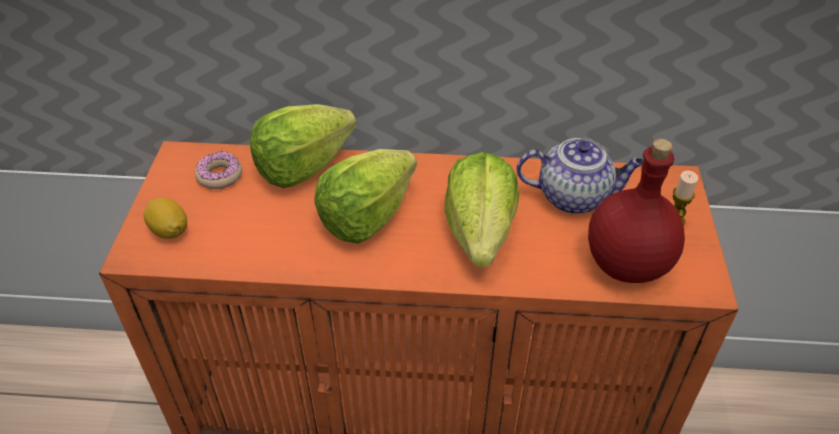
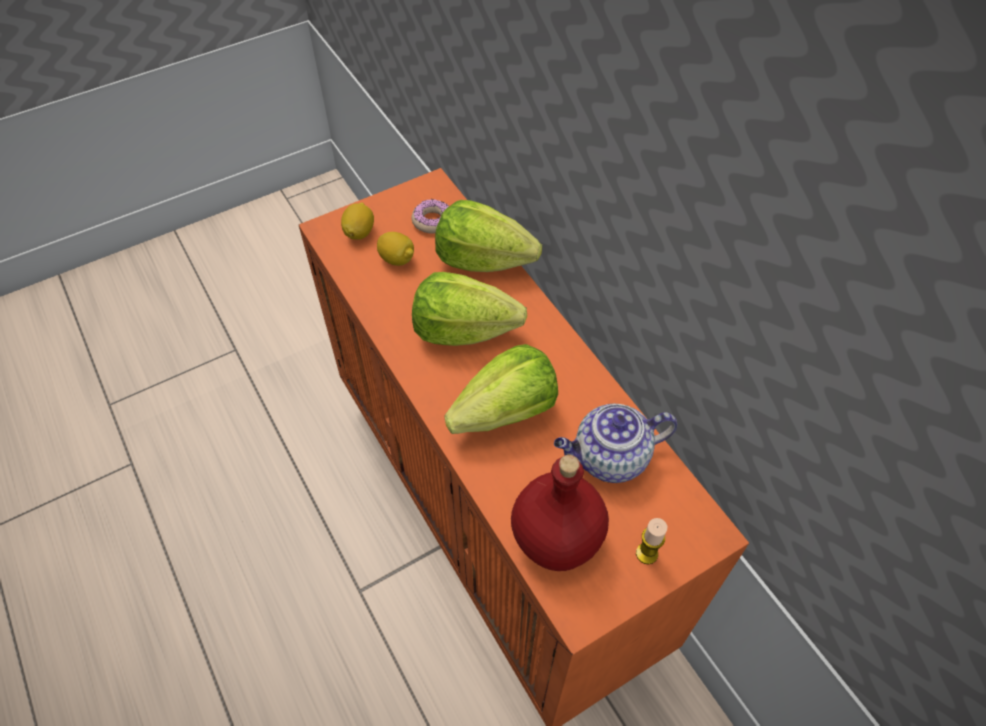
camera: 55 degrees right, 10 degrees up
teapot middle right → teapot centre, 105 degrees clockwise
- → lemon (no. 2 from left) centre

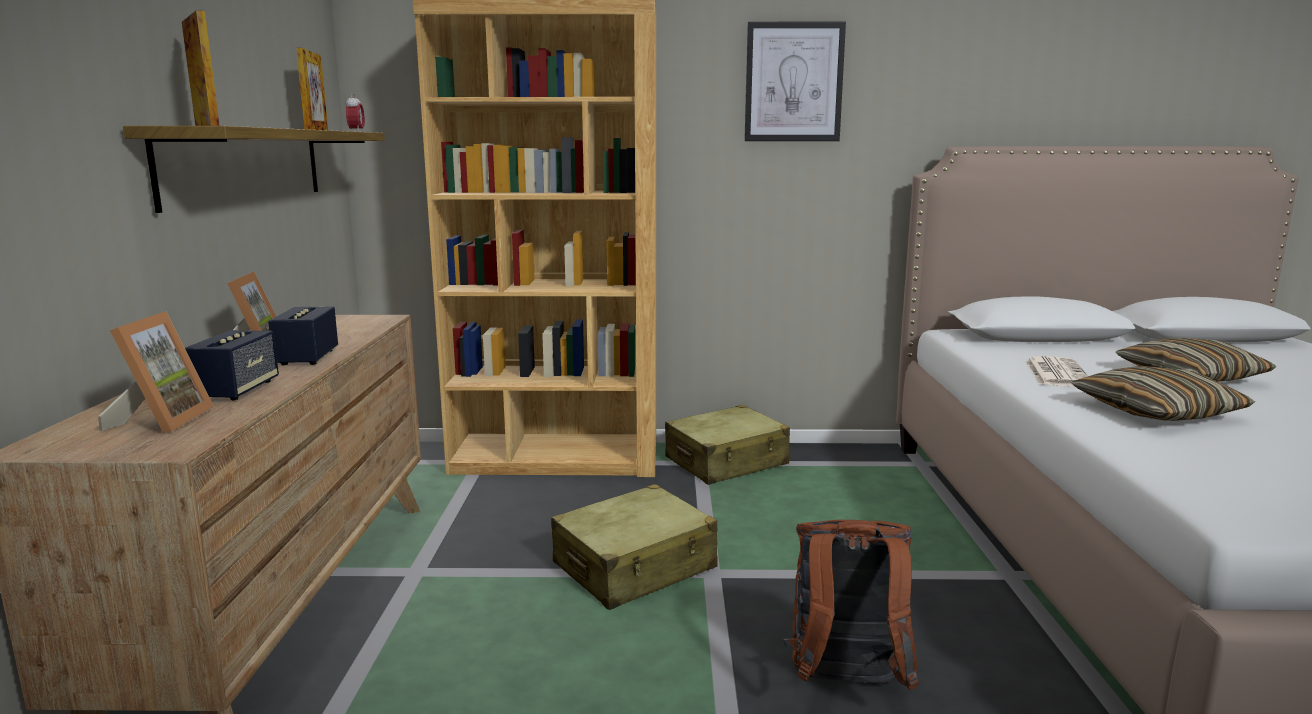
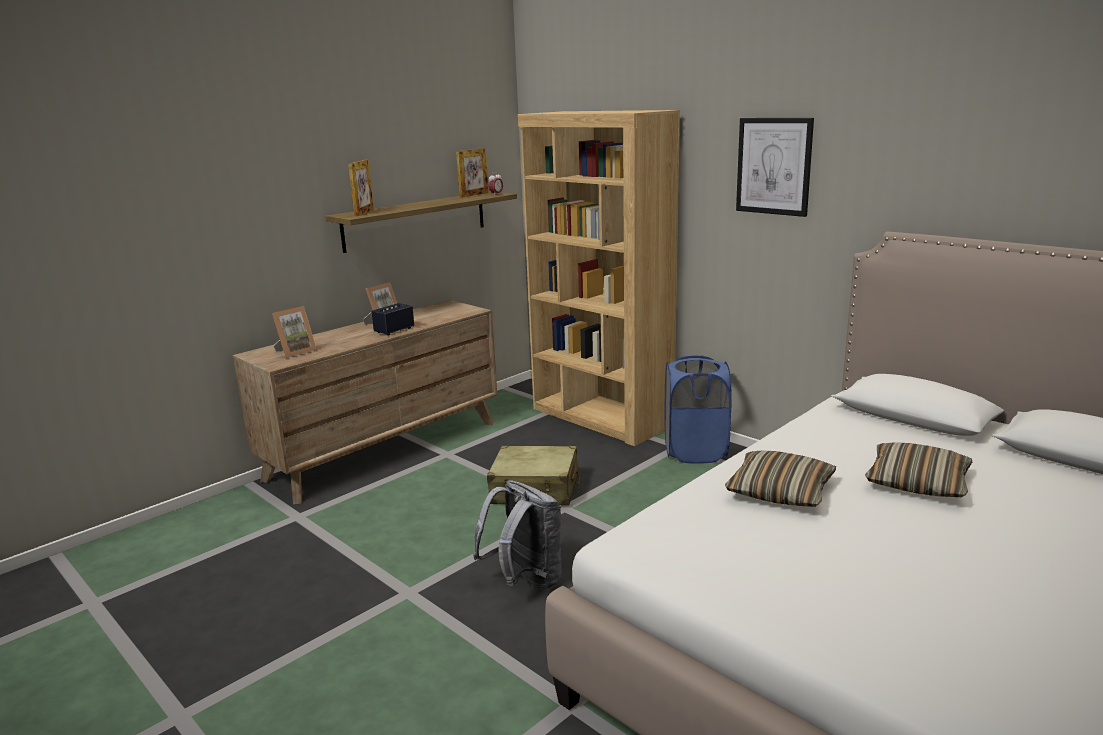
camera: 45 degrees right, 5 degrees up
speaker (no. 1 from left) middle left → -
newspaper middle right → -
suitcase (beige) (no. 2 from left) centre → laundry basket (blue) centre
backpack (brown) bottom centre → backpack (grey) bottom centre

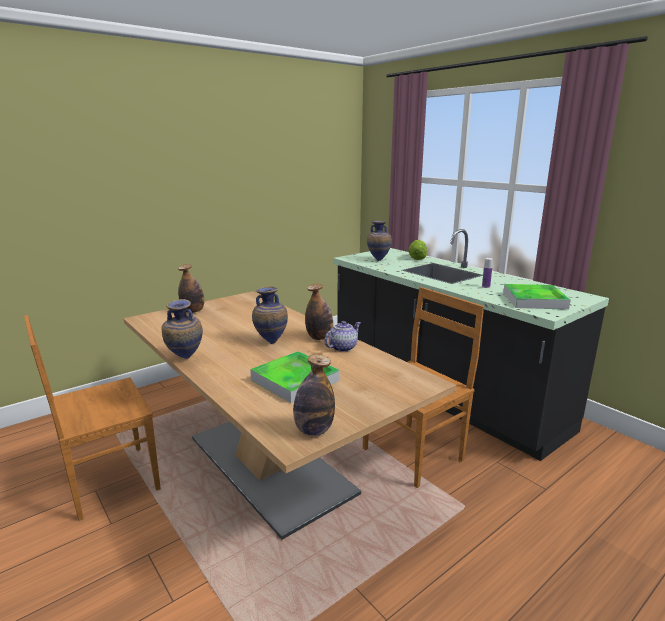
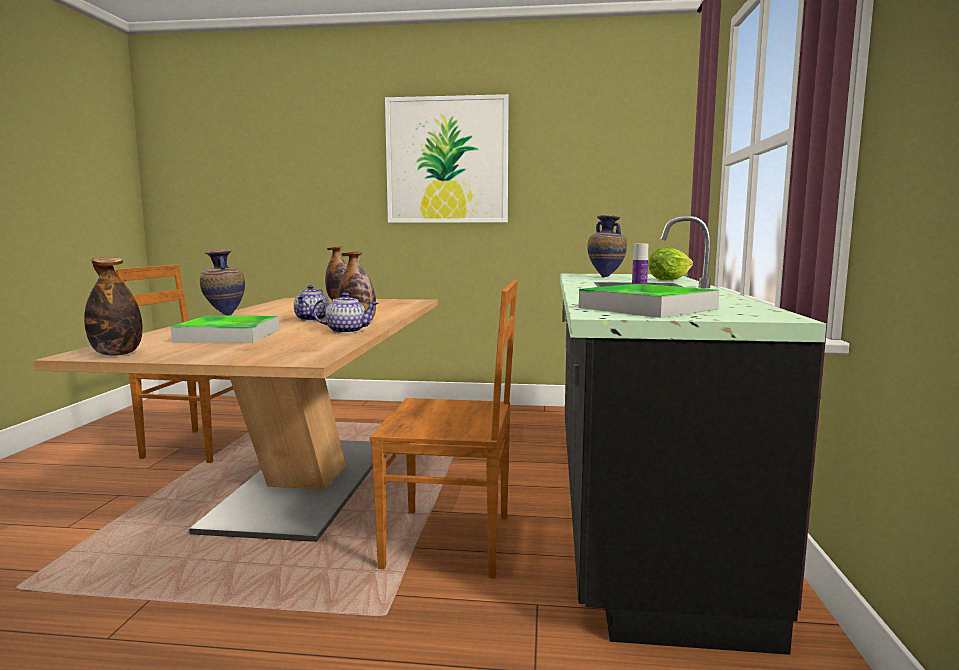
camera: 45 degrees right, 10 degrees down
vase (no. 2 from left) centre → teapot (no. 1 from left) middle left
- → picture top centre

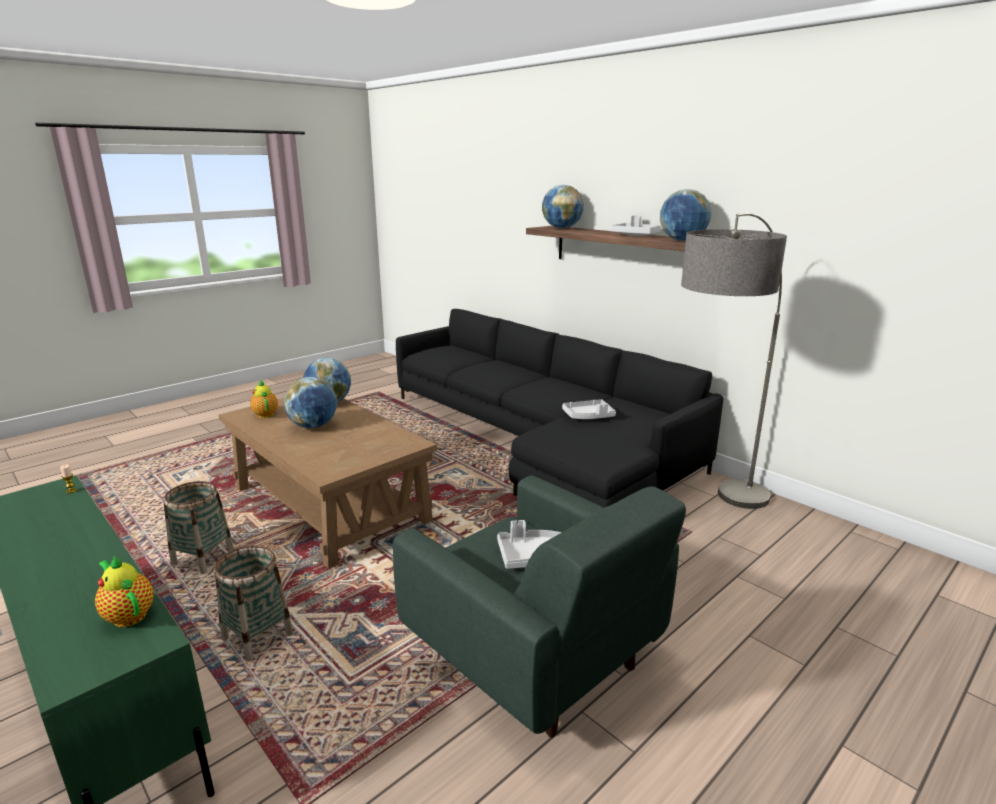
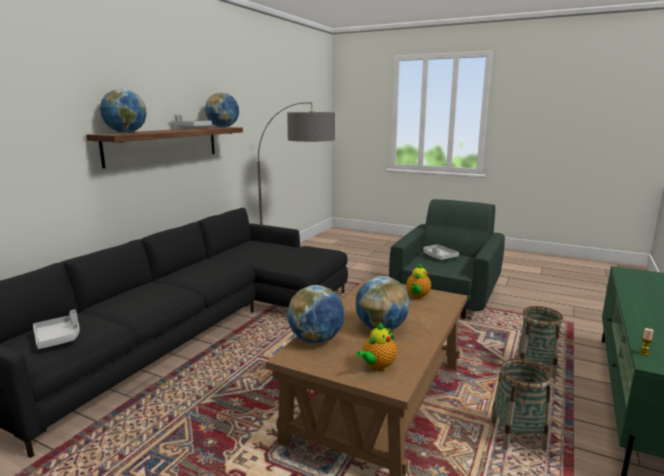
camera: 110 degrees left, 5 degrees down
tray (grey) (no. 2 from left in the first image) centre → tray (grey) (no. 1 from left) bottom left, relocated
teapot (no. 1 from left in the first image) bottom left → teapot (no. 2 from left) centre, relocated

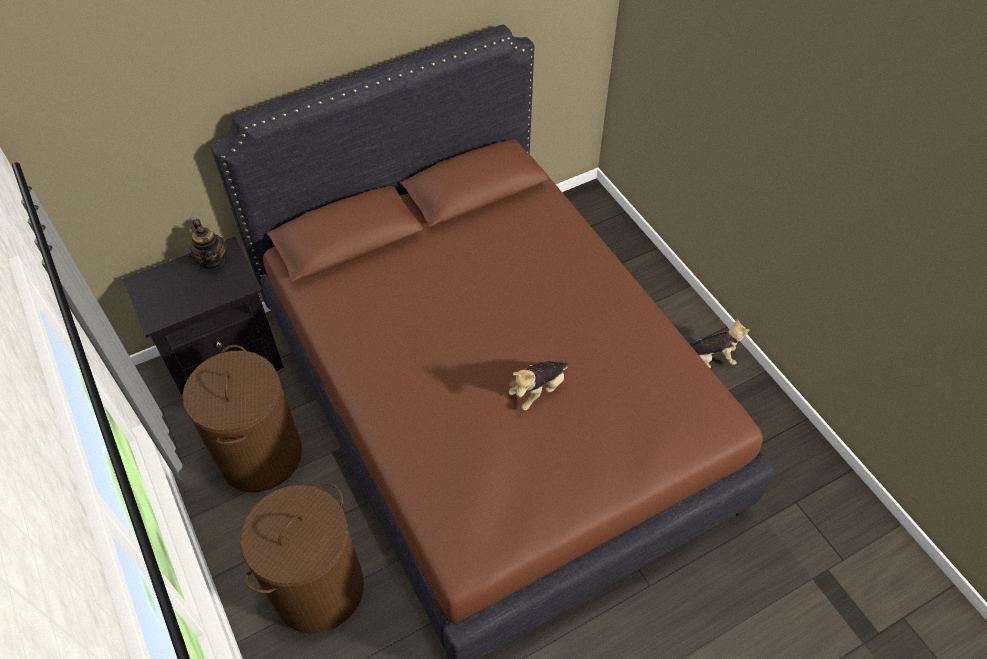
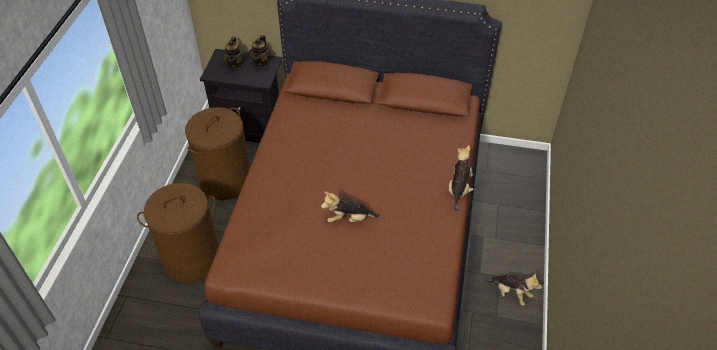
camera: 40 degrees right, 5 degrees down
- → teapot (no. 1 from left) top left
- → plush toy (no. 2 from left) centre

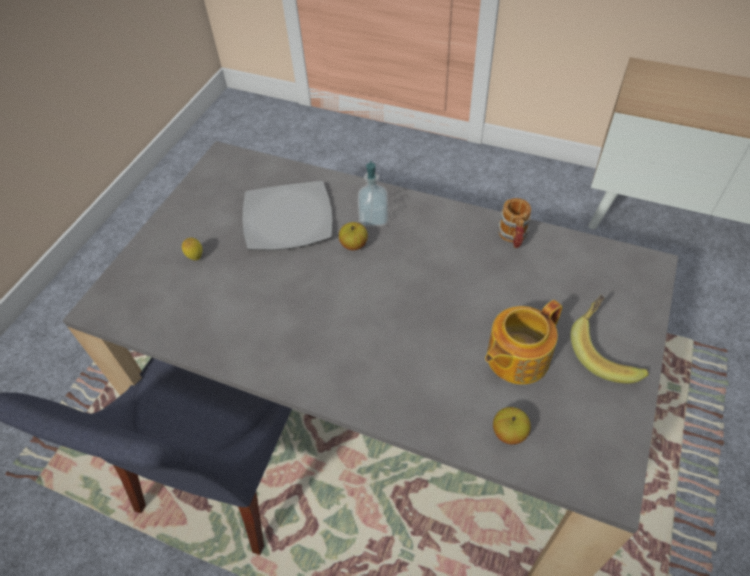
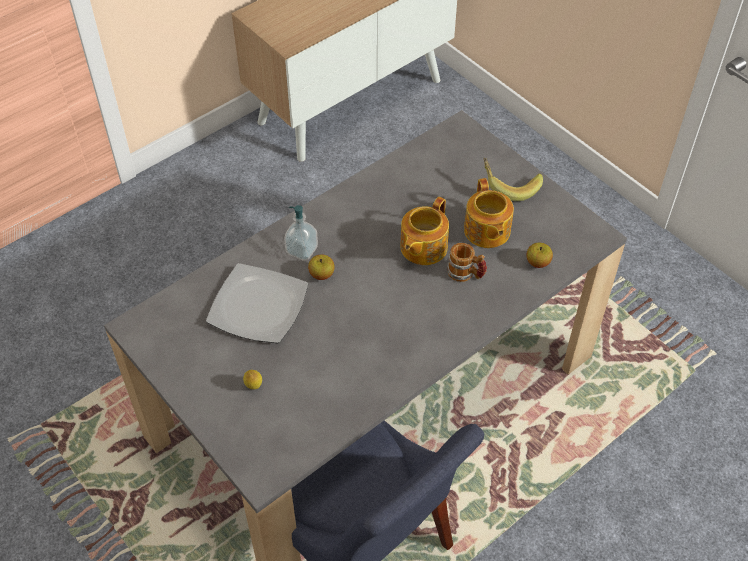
camera: 65 degrees left, 0 degrees up
mug middle right → mug centre, relocated
- → teapot (no. 1 from left) centre

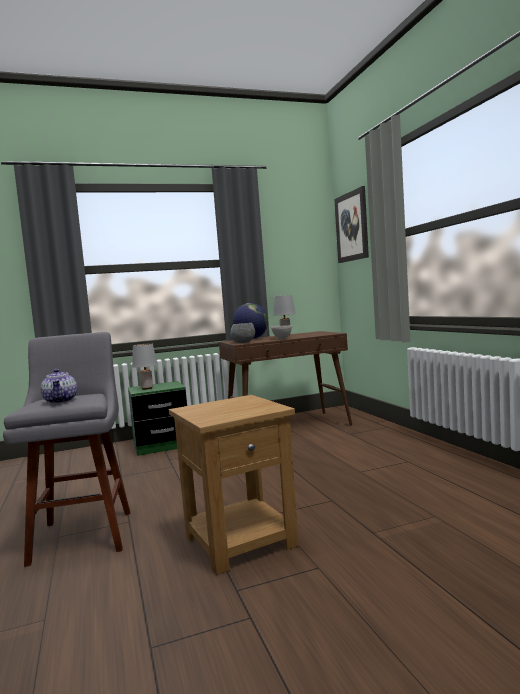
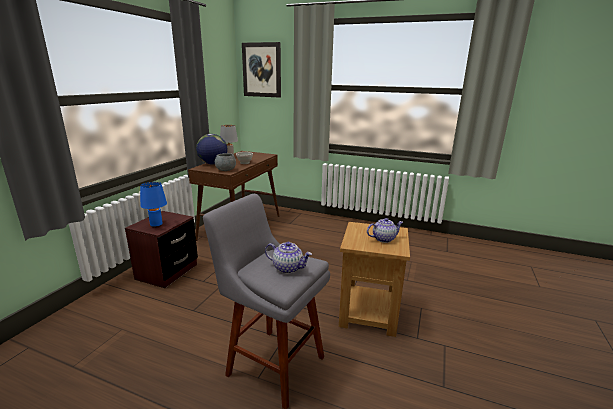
camera: 50 degrees left, 15 degrees up
table lamp (grey) (no. 1 from left) middle left → table lamp (blue) middle left
nightstand (green) middle left → nightstand (brown) middle left
- → teapot (no. 2 from left) centre

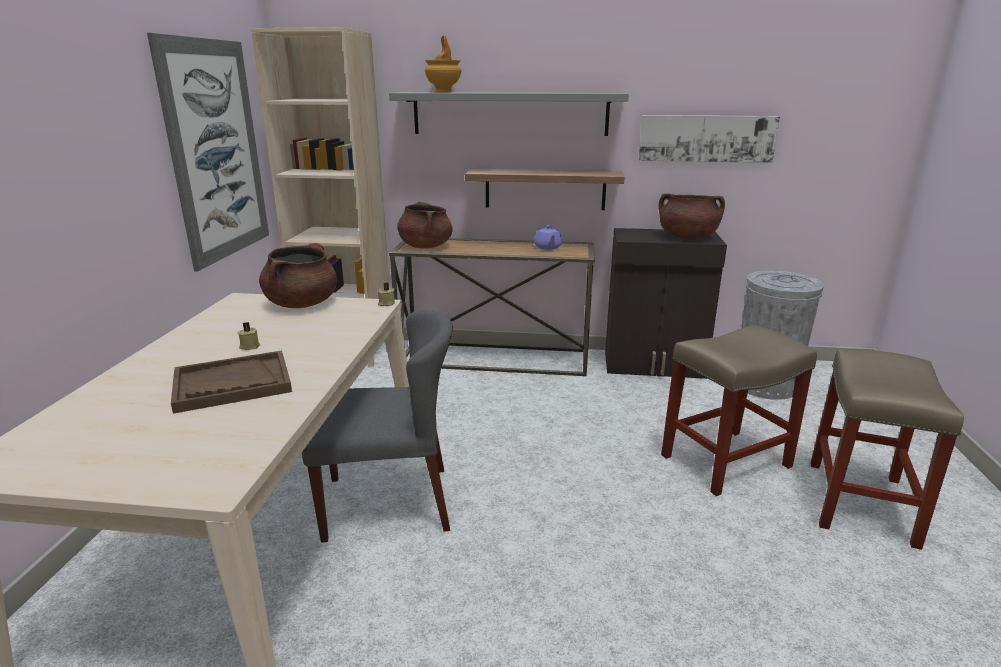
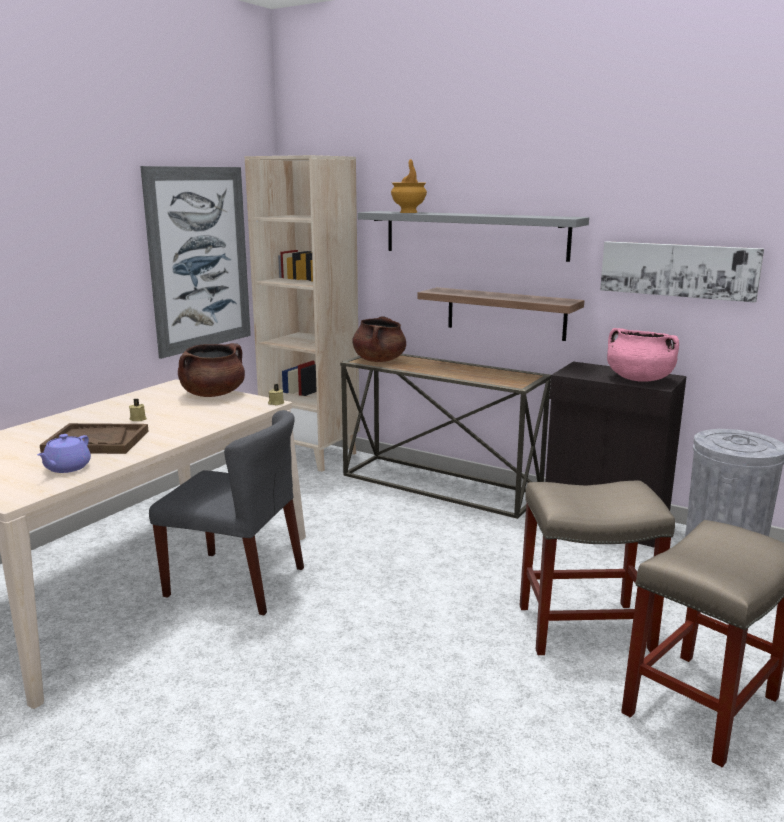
camera: 25 degrees right, 5 degrees down
cooking pot (brown) (no. 3 from left) top right → cooking pot (pink) middle right
teapot (purple) centre → teapot (purple) middle left, relocated

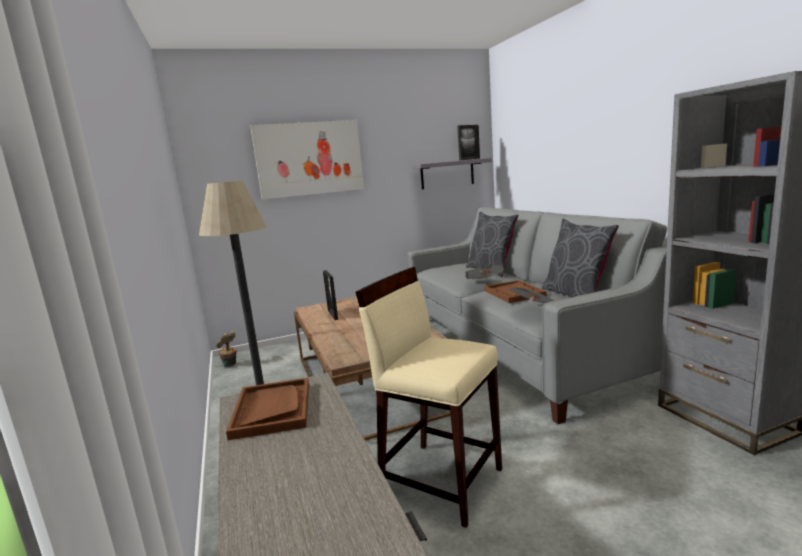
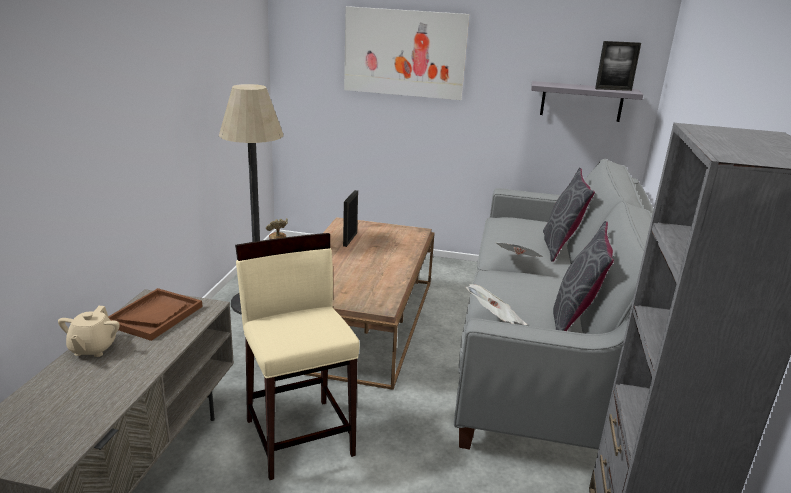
camera: 30 degrees right, 10 degrees up
tray (brown) (no. 2 from left) centre → -
- → teapot (beige) bottom left

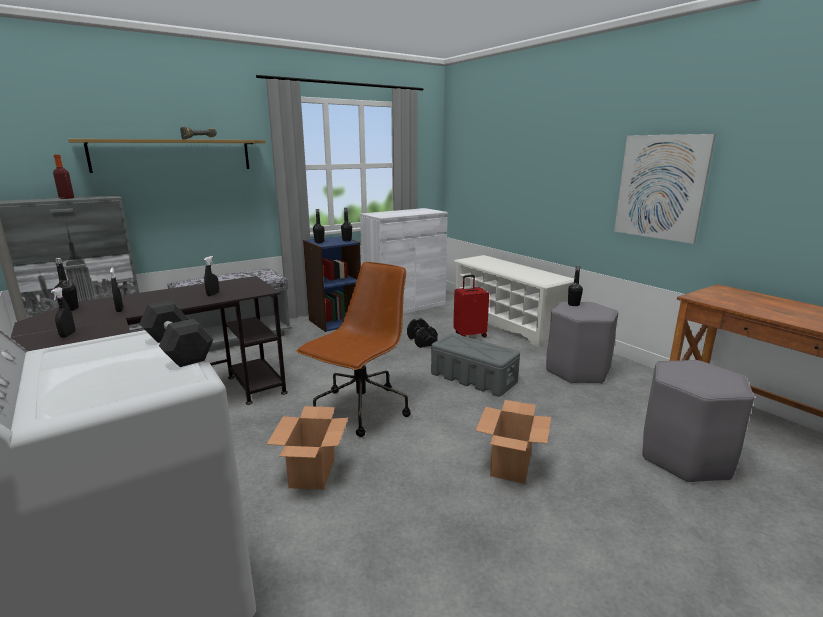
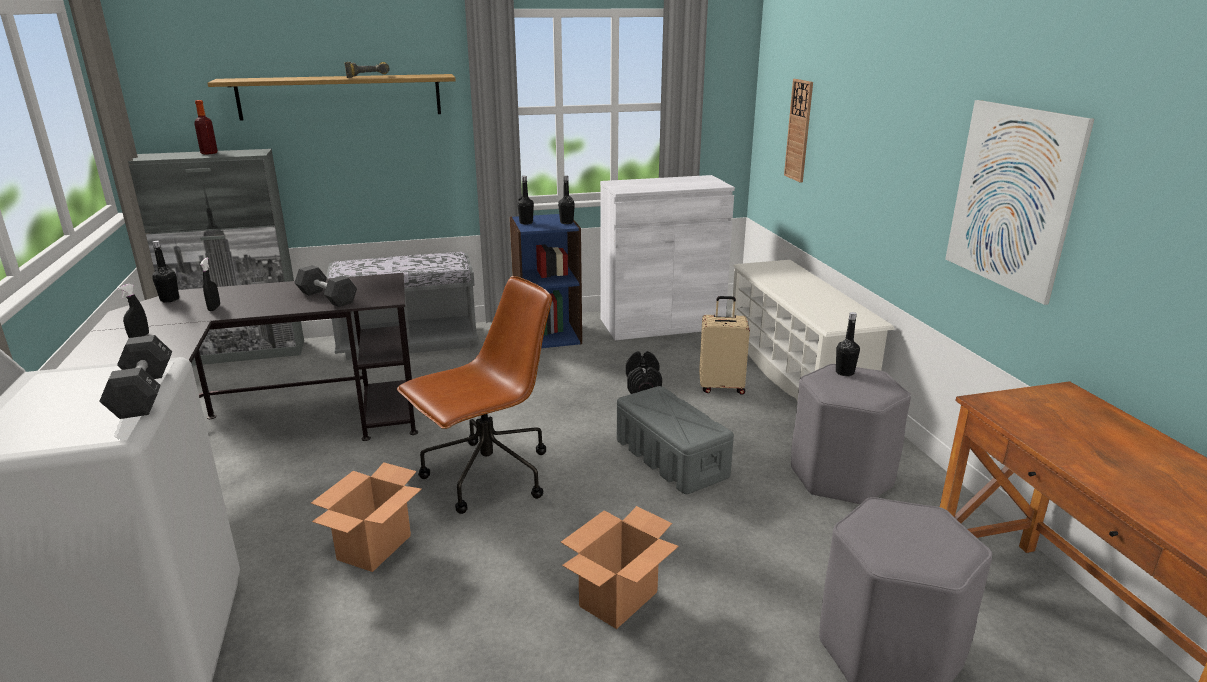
camera: 20 degrees right, 5 degrees up
spray bottle (black) (no. 3 from left) middle left → dumbbell (black) (no. 2 from left) middle left
suitcase (red) centre → suitcase (beige) centre
- → wall clock top centre

